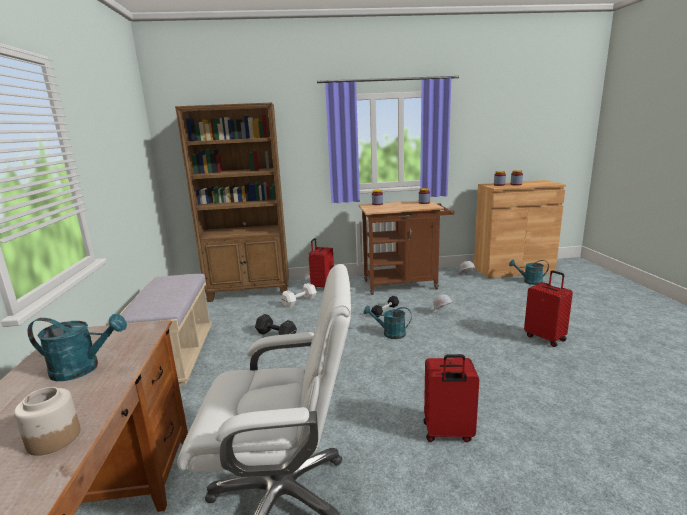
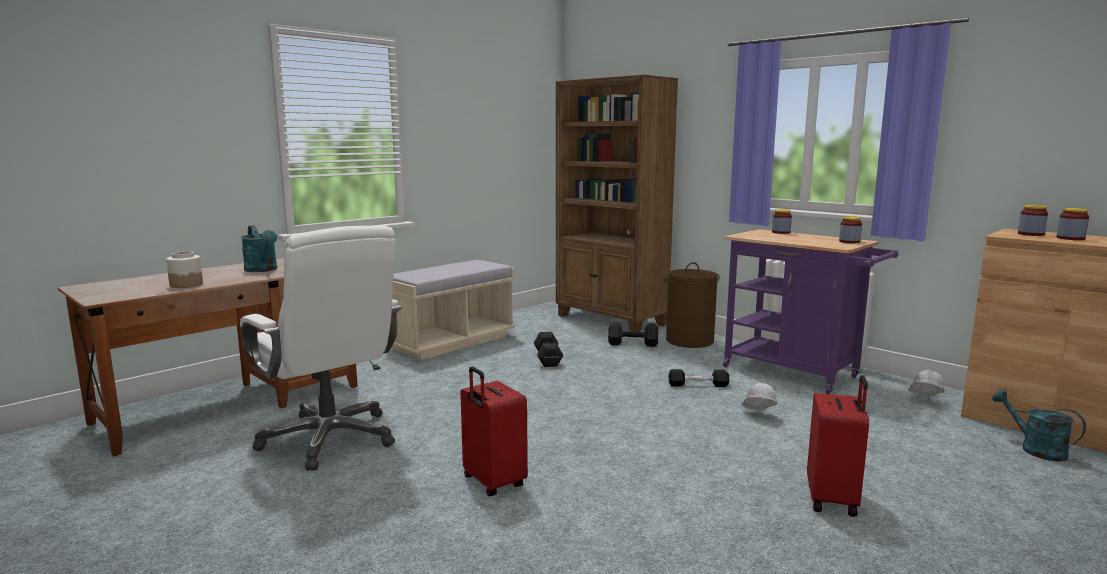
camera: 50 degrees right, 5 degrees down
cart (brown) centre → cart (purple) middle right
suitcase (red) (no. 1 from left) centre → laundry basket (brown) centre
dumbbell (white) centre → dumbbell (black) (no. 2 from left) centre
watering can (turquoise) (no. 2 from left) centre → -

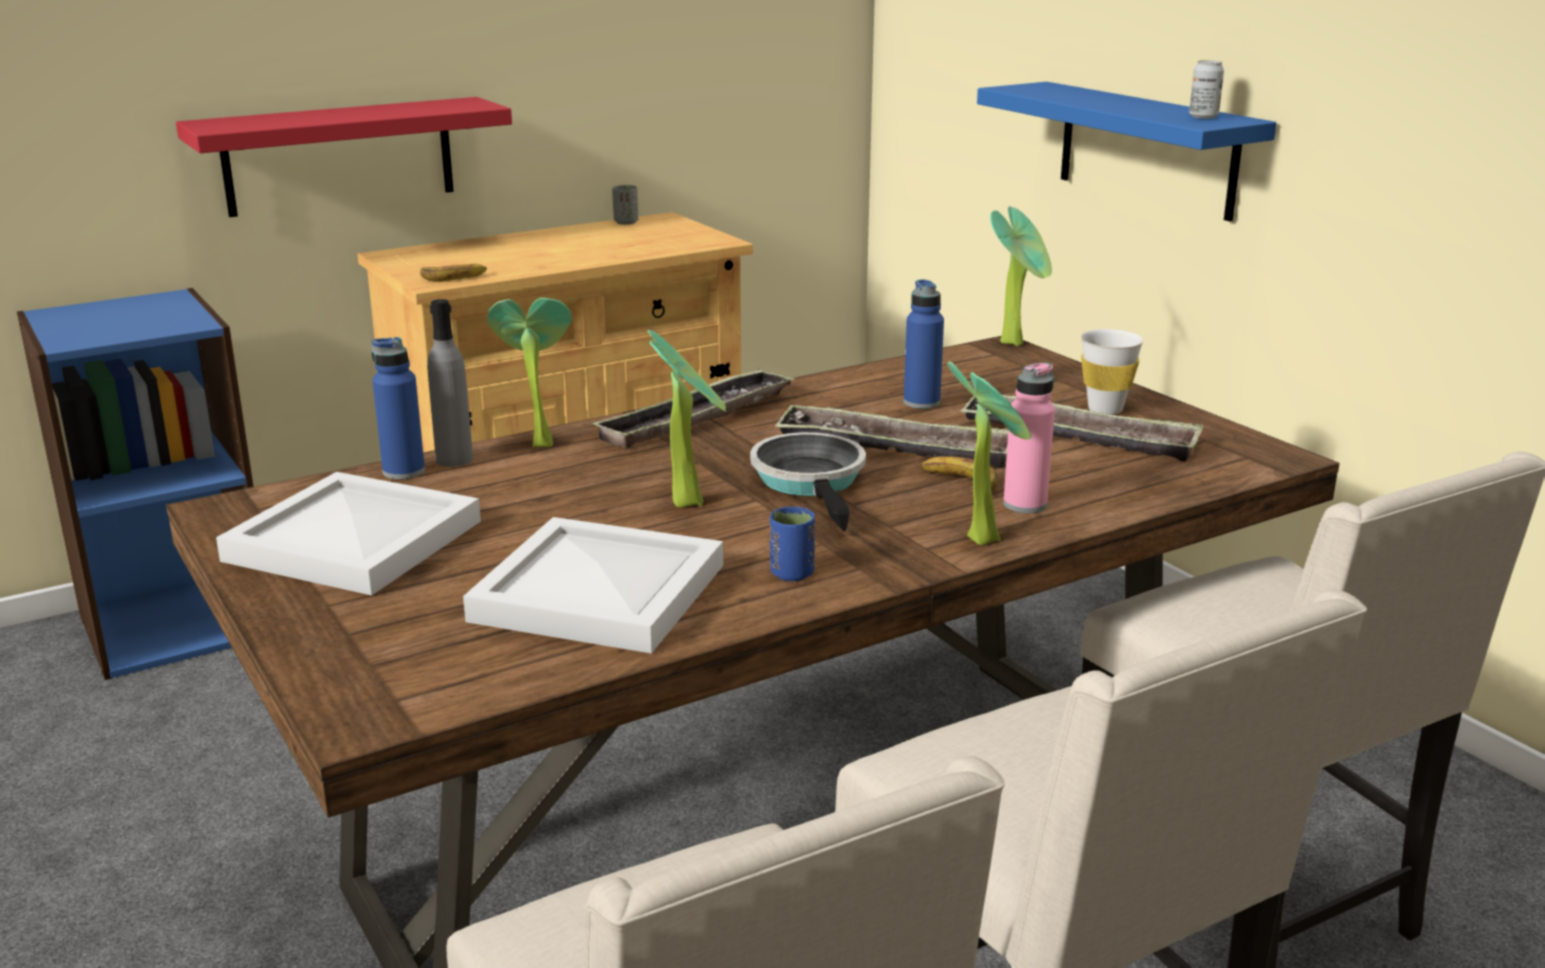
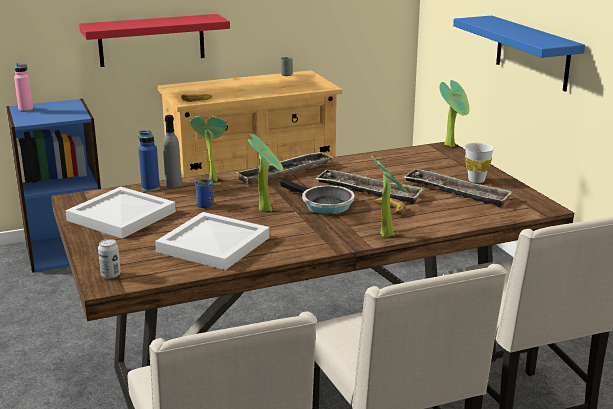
camera: 10 degrees right, 0 degrees up
can top right → can middle left, relocated
bottle (blue) (no. 2 from left) centre → -
bottle (pink) centre → bottle (pink) top left, relocated
frying pan centre, 135 degrees clockwise
cup (blue) centre → cup (blue) middle left, relocated

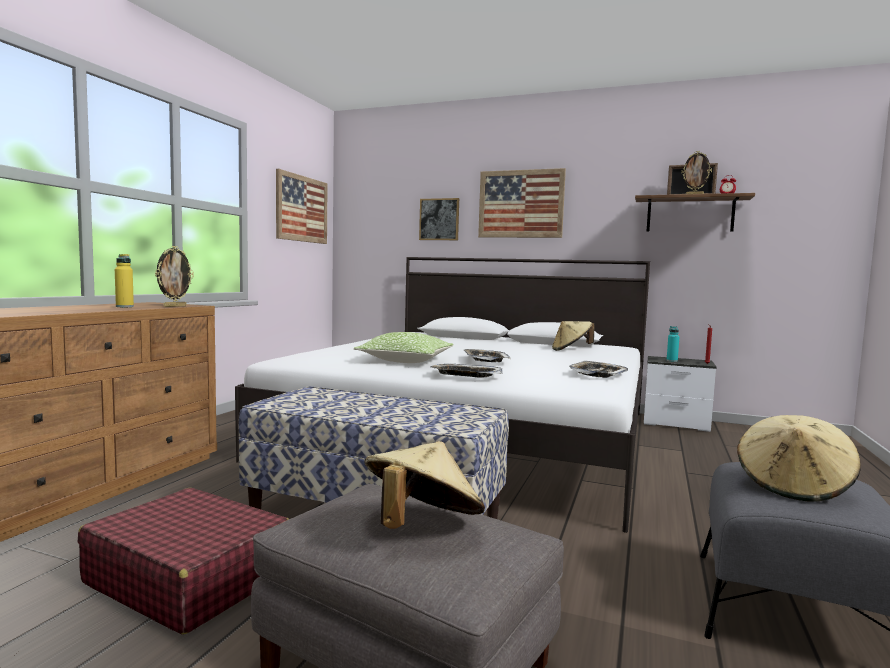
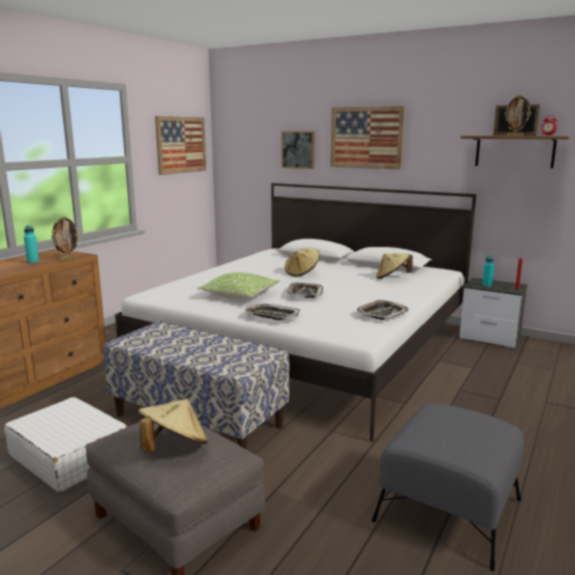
camera: 10 degrees right, 10 degrees up
bottle (yellow) middle left → bottle (turquoise) (no. 1 from left) middle left
hat (beige) (no. 3 from left in the first image) bottom right → hat (beige) (no. 2 from left) centre, relocated
suitcase (red) bottom left → suitcase (white) bottom left

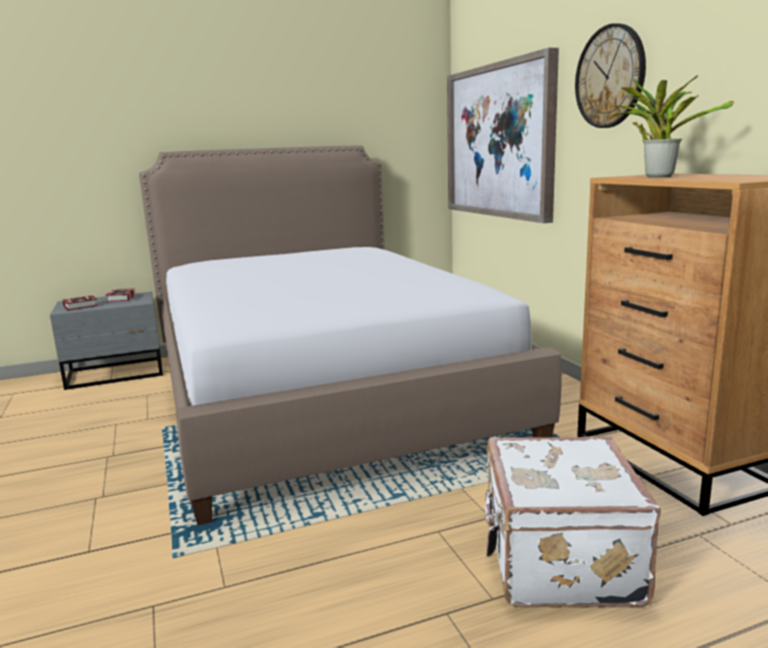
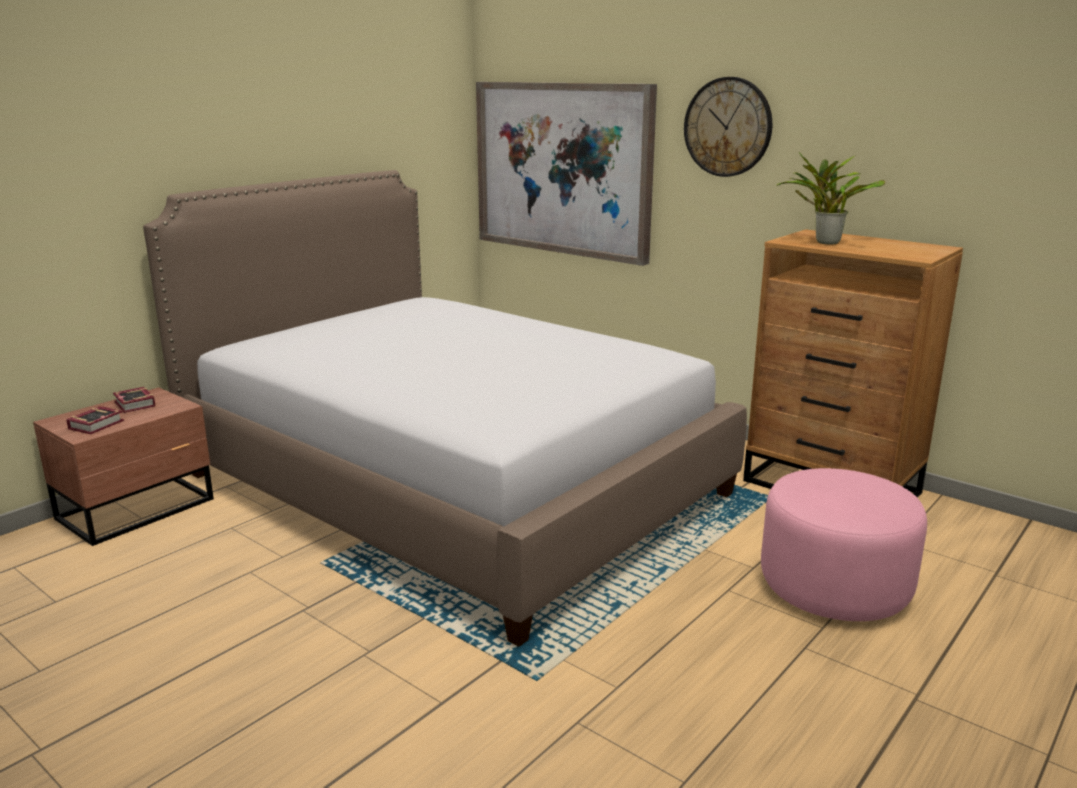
camera: 30 degrees left, 5 degrees up
nightstand (grey) middle left → nightstand (brown) middle left
suitcase (white) bottom right → ottoman (pink) bottom right

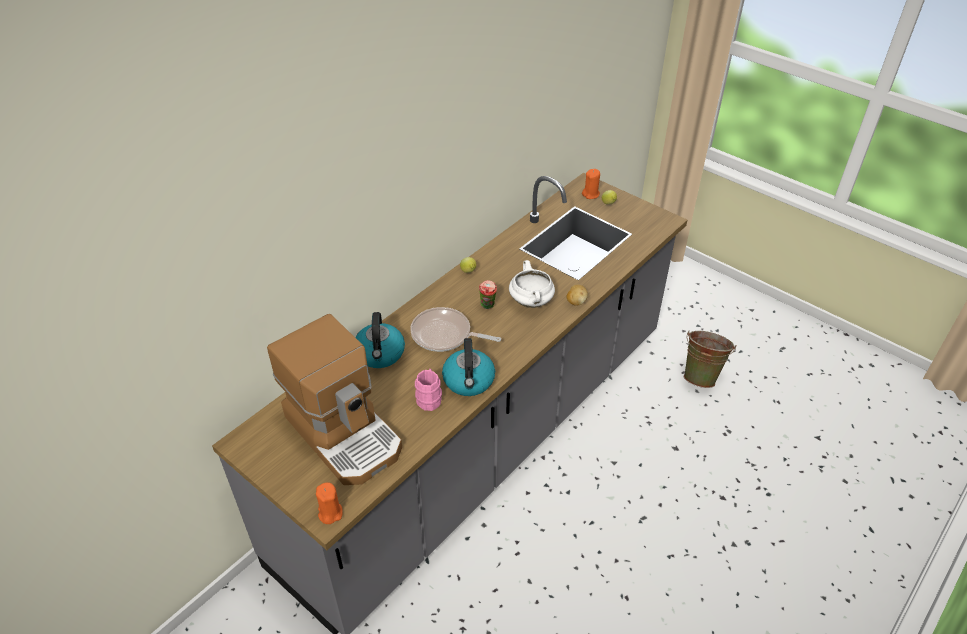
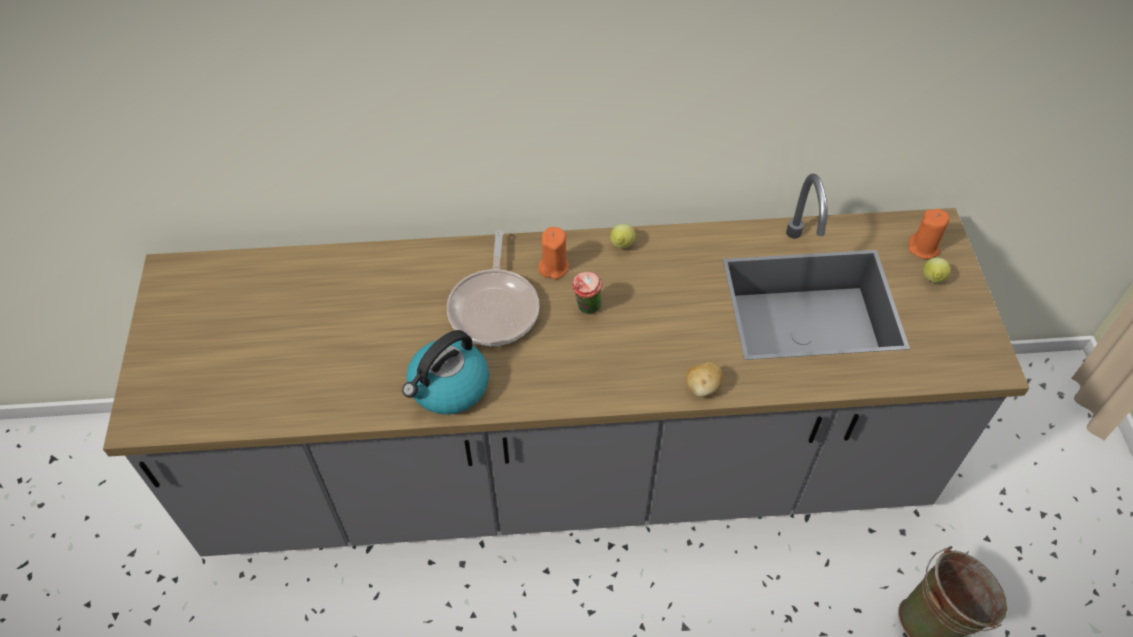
camera: 45 degrees right, 10 degrees up
cooking pot (white) centre → -
frying pan centre, 150 degrees counterclockwise
kettle (no. 1 from left) centre → -
coffee machine centre → -
mug (pink) centre → -
candle (orange) (no. 1 from left) bottom centre → candle (orange) (no. 1 from left) centre, relocated

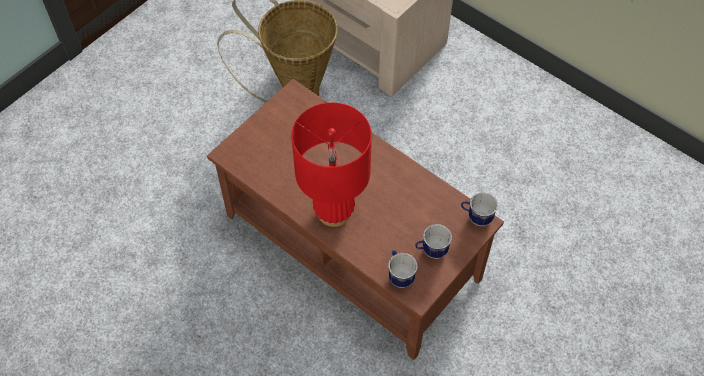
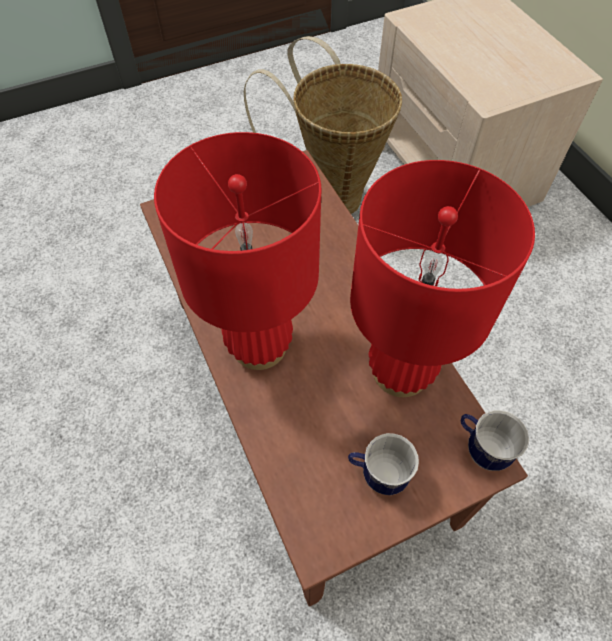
camera: 25 degrees right, 0 degrees up
mug (no. 1 from left) bottom centre → -
- → table lamp (red) (no. 2 from left) middle right

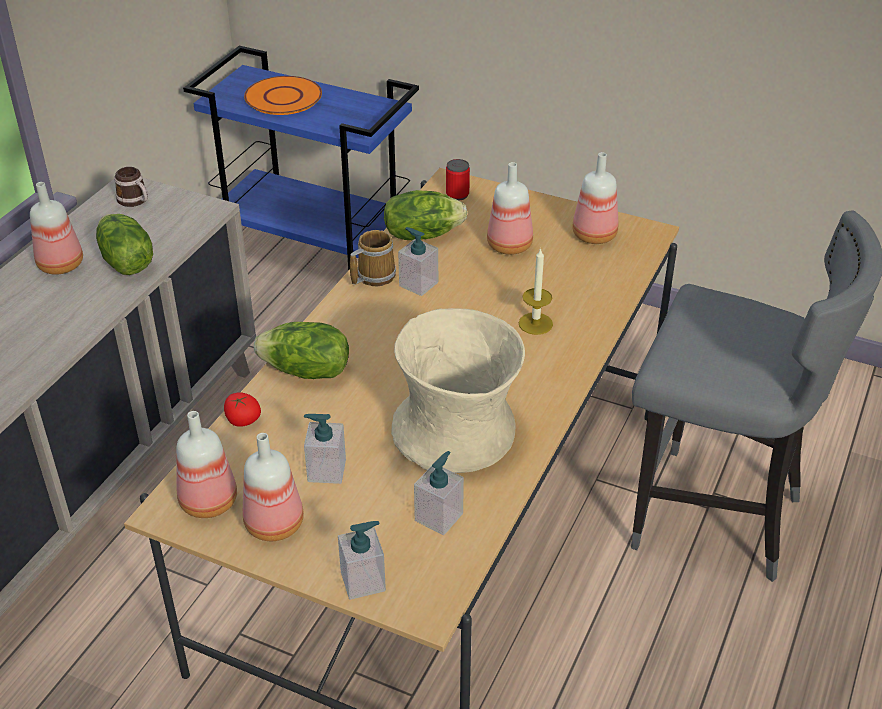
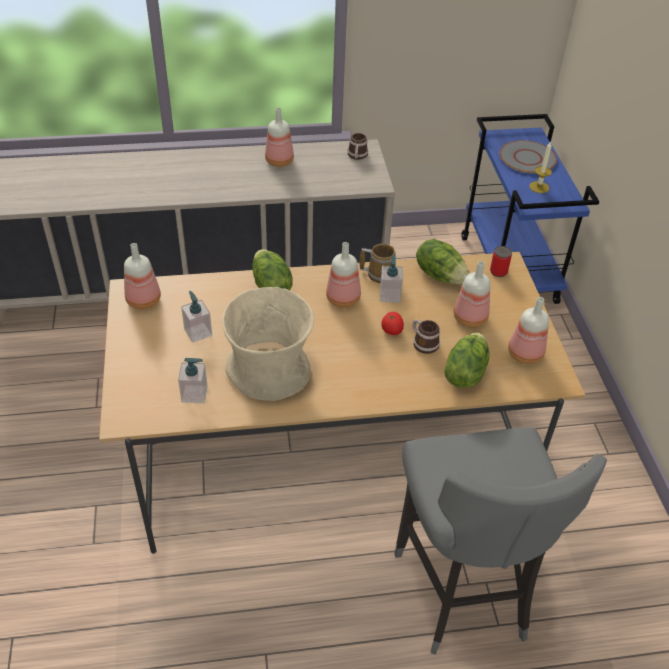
camera: 55 degrees right, 5 degrees up
plate (orange) top left → plate (grey) top right
lettuce (no. 1 from left in the first image) middle left → lettuce (no. 3 from left) middle right, relocated
candle centre → candle top right, relocated
tomato middle left → tomato centre, relocated
bottle (no. 3 from left) bottom left → bottle (no. 3 from left) centre, relocated
soap dispenser (no. 2 from left) bottom centre → -
- → mug (no. 3 from left) centre

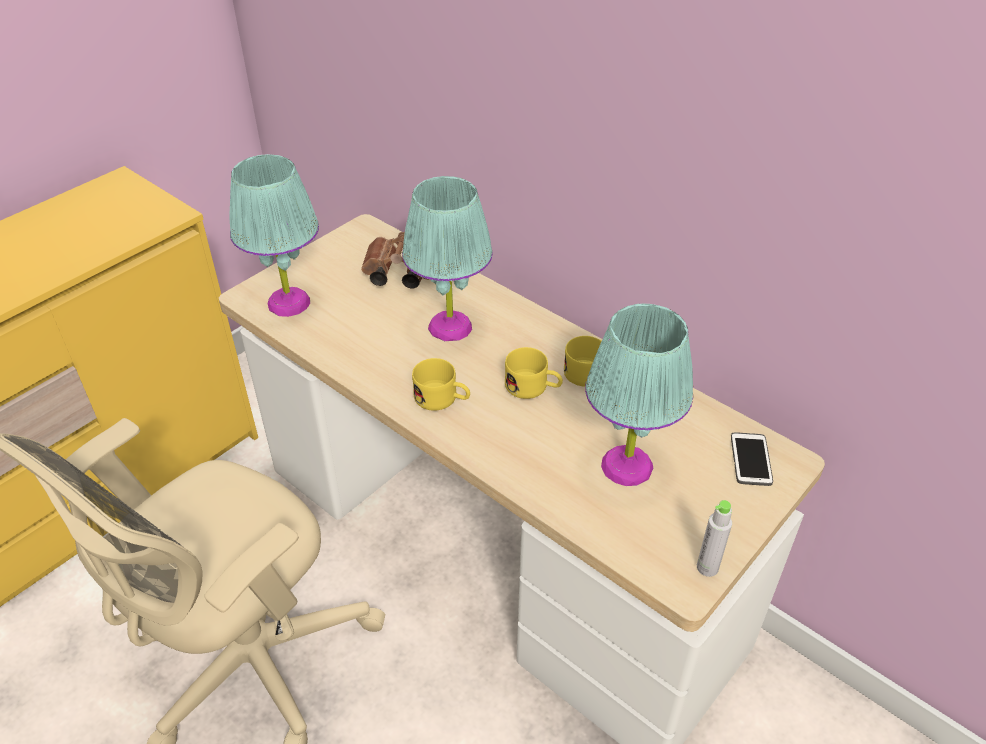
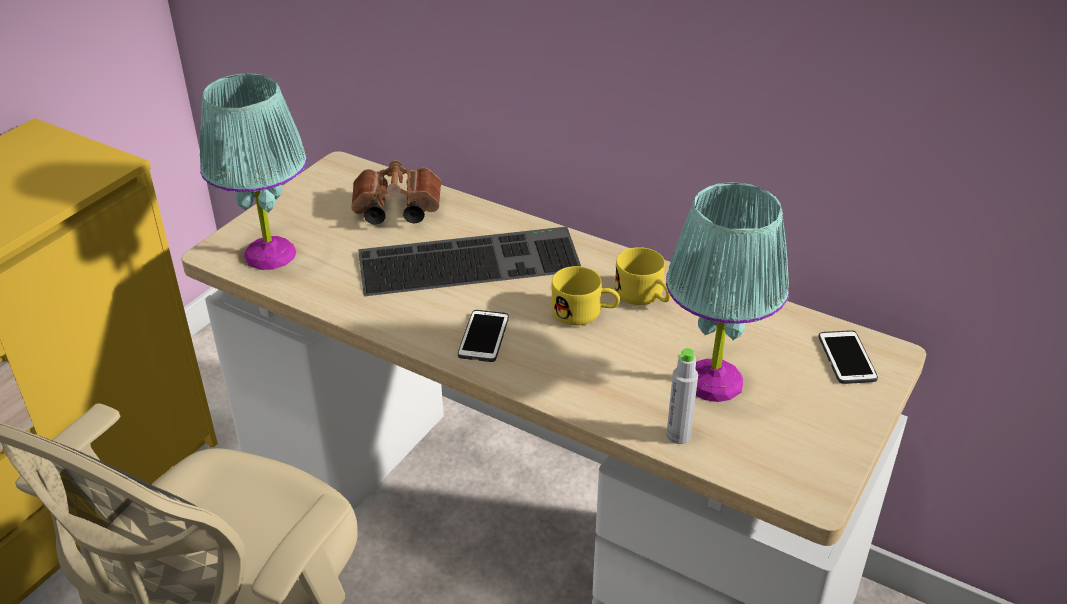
camera: 10 degrees left, 5 degrees down
table lamp (turquoise) (no. 2 from left) centre → keyboard centre
mug (yellow) (no. 1 from left) centre → phone (no. 1 from left) centre
bottle (grey) bottom right → bottle (grey) centre, relocated

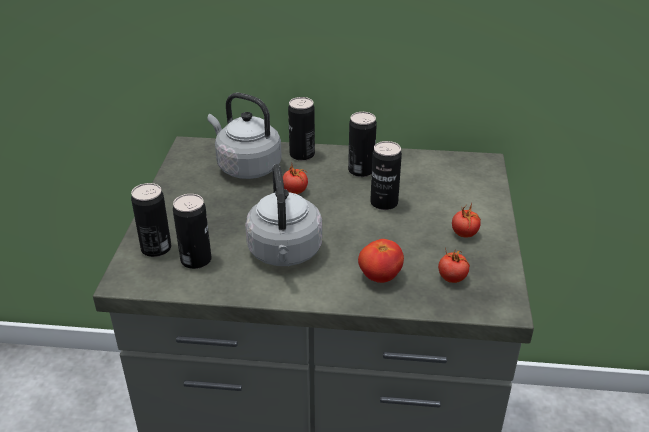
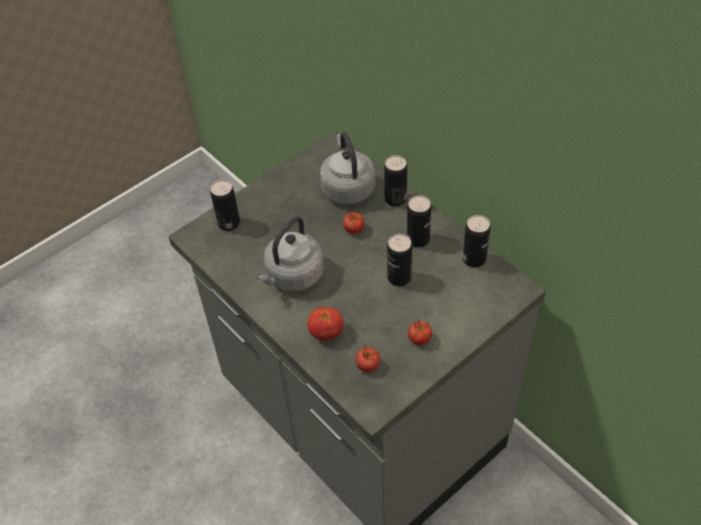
camera: 45 degrees right, 15 degrees up
can (no. 2 from left in the first image) middle left → can (no. 5 from left) middle right, relocated

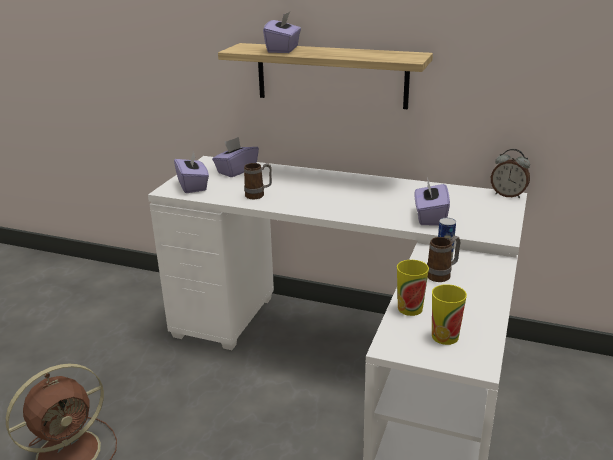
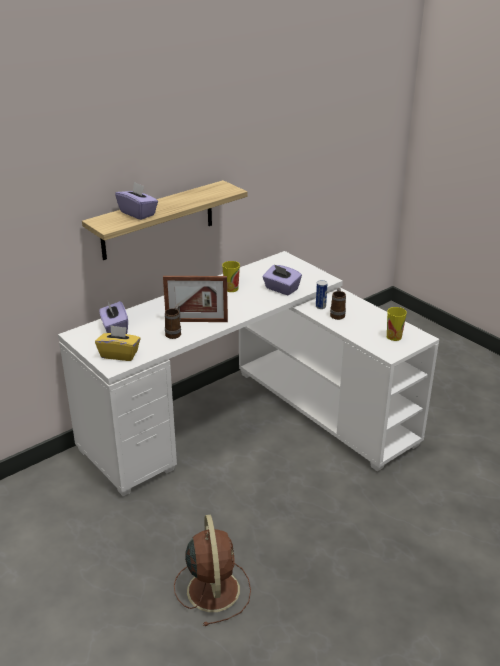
camera: 60 degrees left, 5 degrees up
alarm clock middle right → -
tissue box (purple) (no. 1 from left) middle left → tissue box (yellow) middle left
cup (no. 1 from left) middle right → cup (no. 1 from left) centre, relocated
- → picture frame centre

